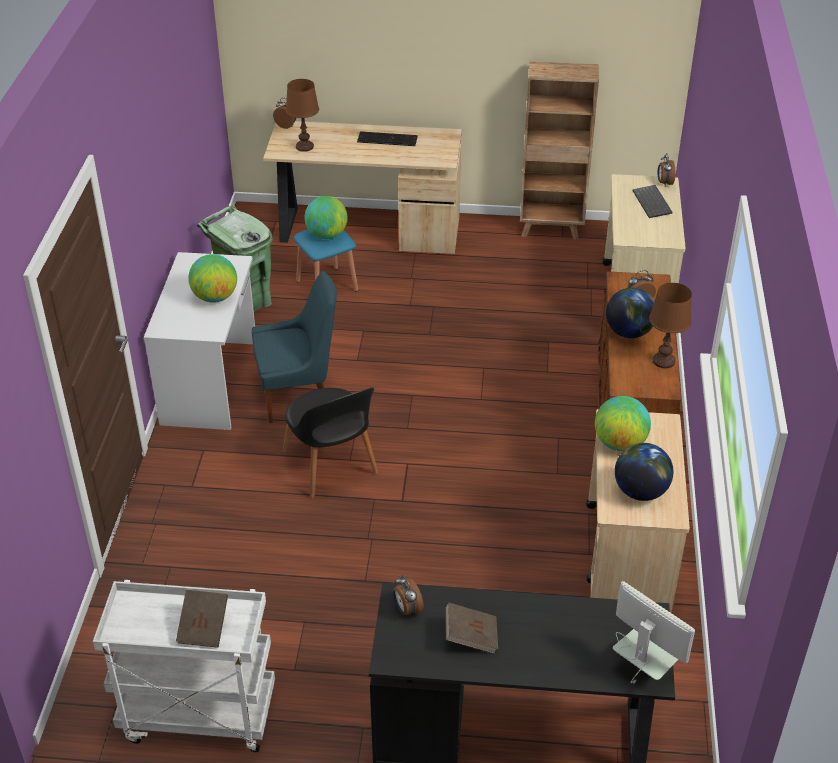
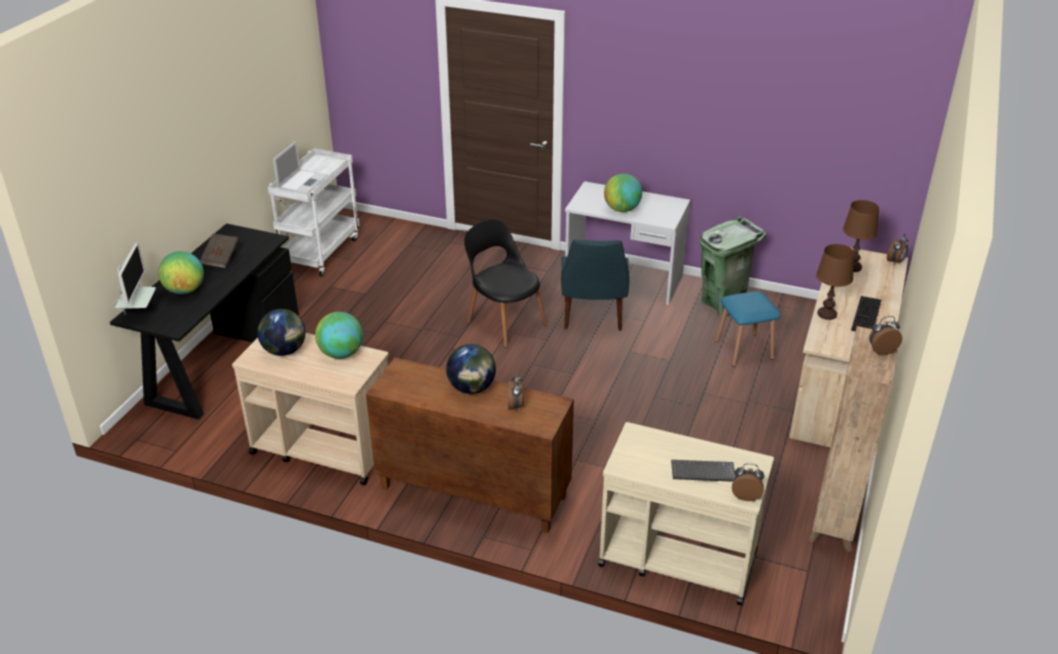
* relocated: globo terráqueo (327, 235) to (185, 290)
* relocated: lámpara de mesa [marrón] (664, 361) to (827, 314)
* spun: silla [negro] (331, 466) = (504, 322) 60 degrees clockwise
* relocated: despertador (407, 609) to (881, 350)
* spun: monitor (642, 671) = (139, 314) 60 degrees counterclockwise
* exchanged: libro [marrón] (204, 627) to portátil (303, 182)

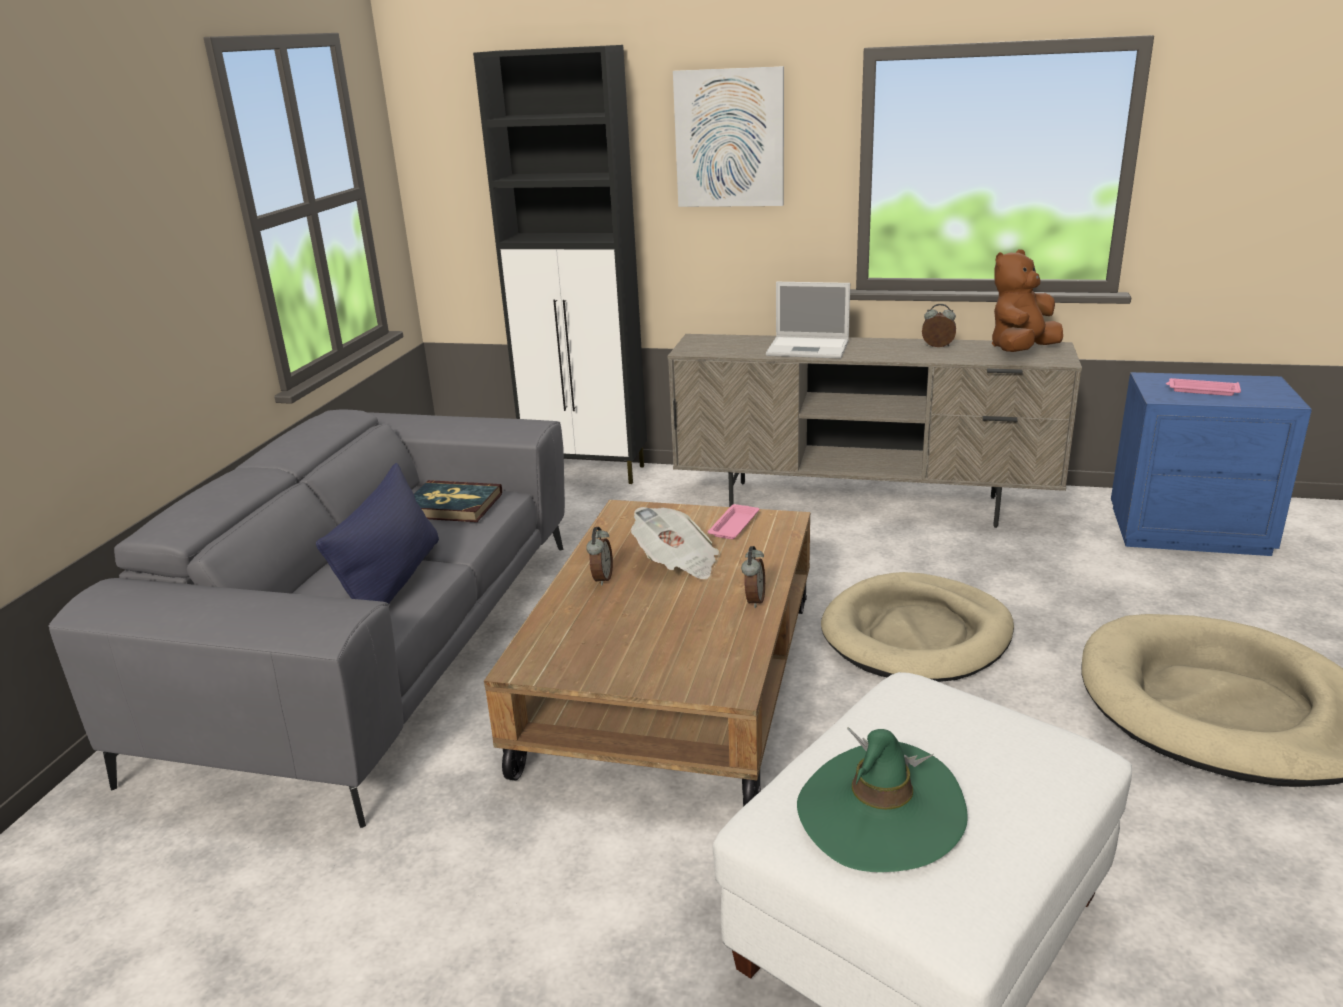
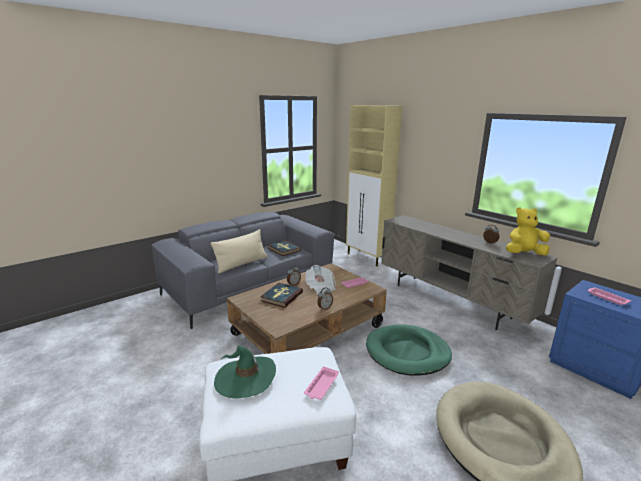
* colour: armario [negro] (588, 472) to armario [beis] (367, 258)
* missing: cuadro (729, 138)
* colour: peluche [marrón] (1021, 351) to peluche [amarillo] (524, 254)
* missing: portátil (809, 348)
* colour: cojín [azul] (393, 581) to cojín [beis] (241, 264)
* colour: cama para perro [beis] (916, 635) to cama para perro [verde] (407, 352)
* appeared: libro (281, 296)
* appeared: bandeja [rosa] (321, 386)

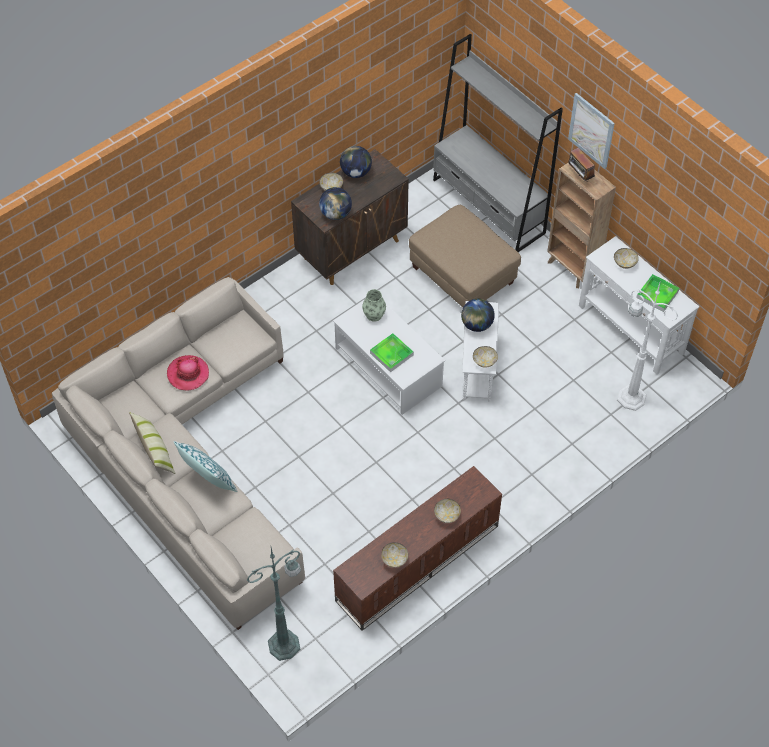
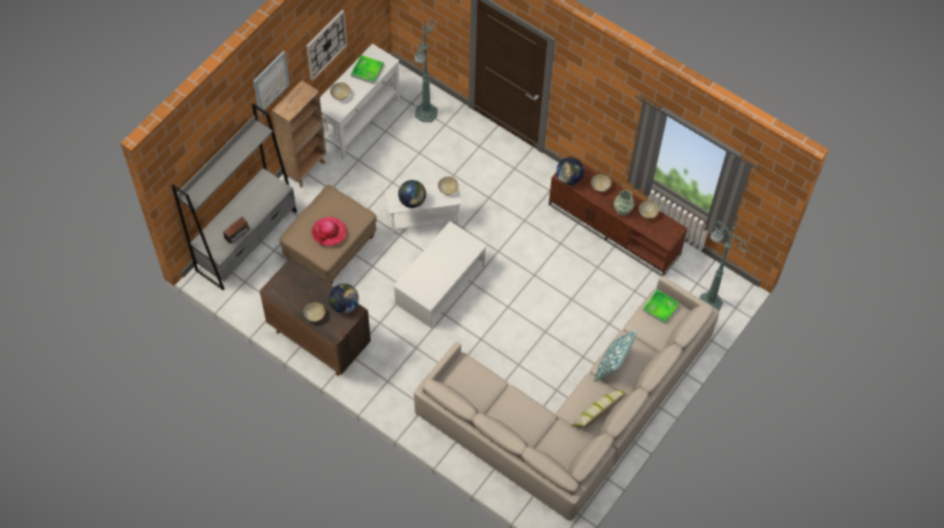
* relocated: globo terráqueo (356, 172) to (569, 178)
* relocated: radio (579, 176) to (238, 237)
* colour: lámpara de pie [blanco] (630, 397) to lámpara de pie [verde] (425, 114)
* relocated: florero (374, 315) to (622, 209)
* relocated: bandeja (391, 354) to (660, 307)
* relocated: sombrero (188, 374) to (329, 232)
* appeared: reloj de pared (326, 44)

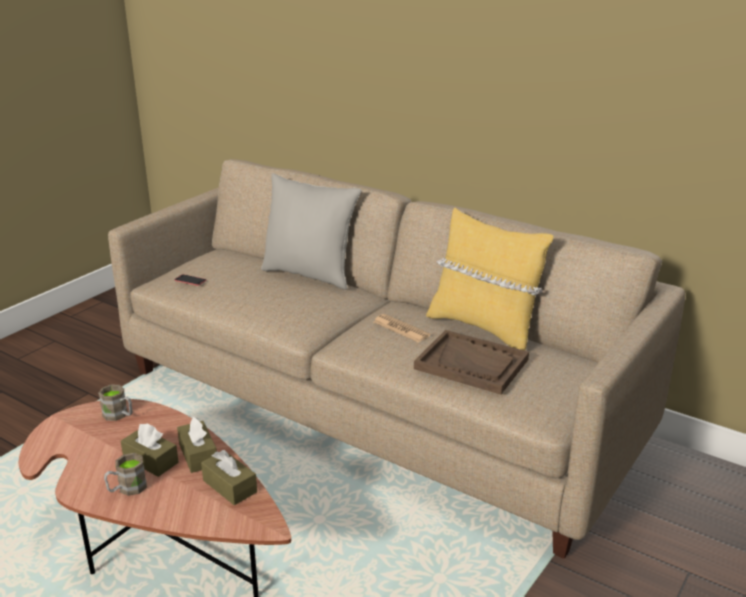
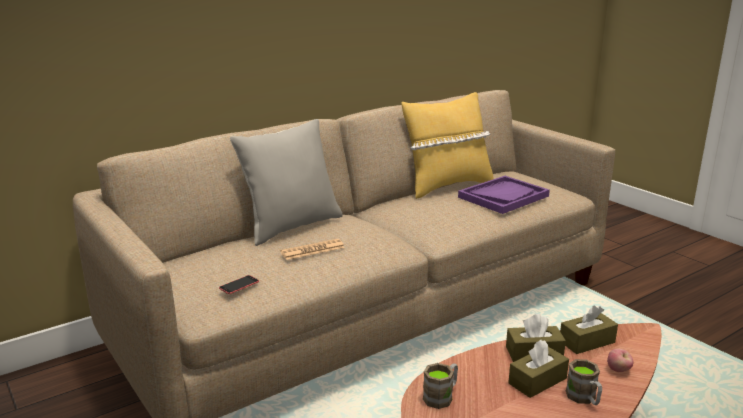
* relocated: periódico (401, 329) to (312, 250)
* colour: bandeja [marrón] (472, 364) to bandeja [morado] (503, 196)
* appeared: manzana (618, 370)

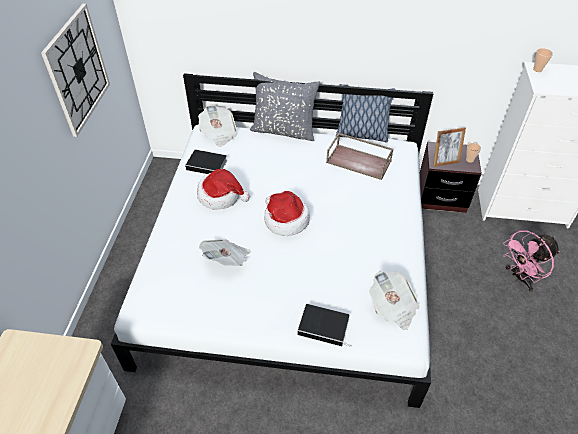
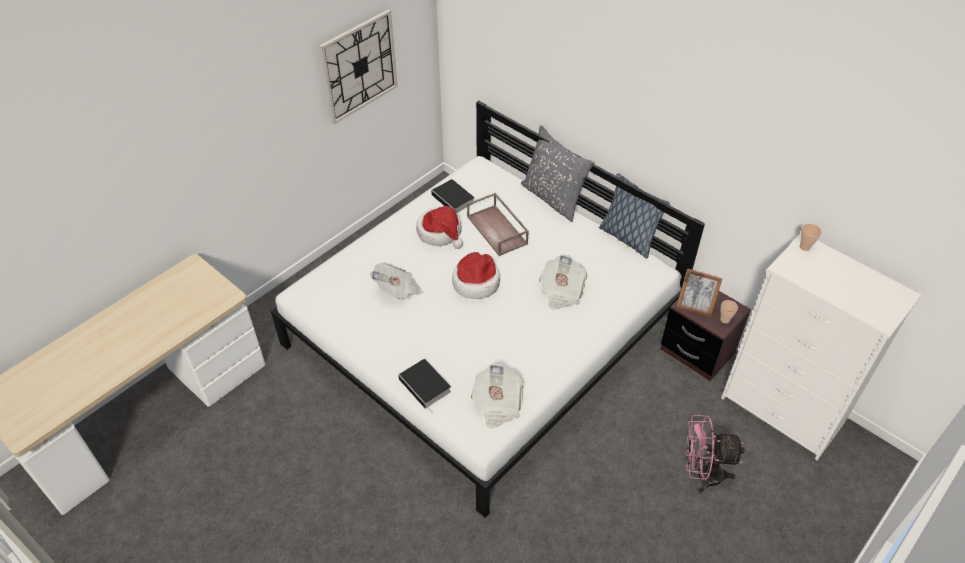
* relocated: periódico (218, 134) to (561, 292)
* relocated: bandeja [marrón] (359, 161) to (498, 230)

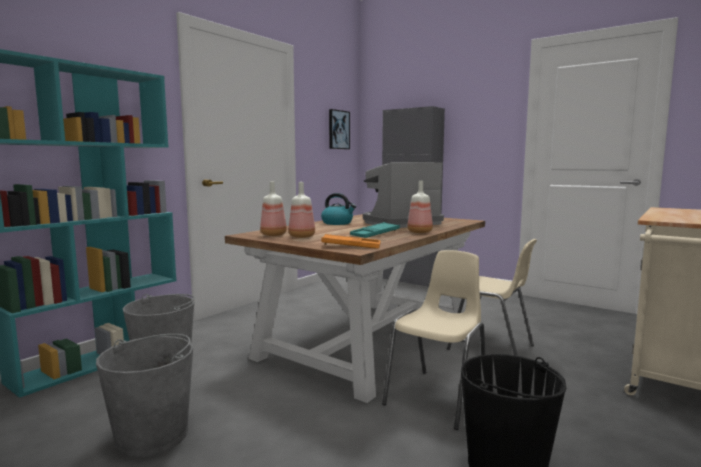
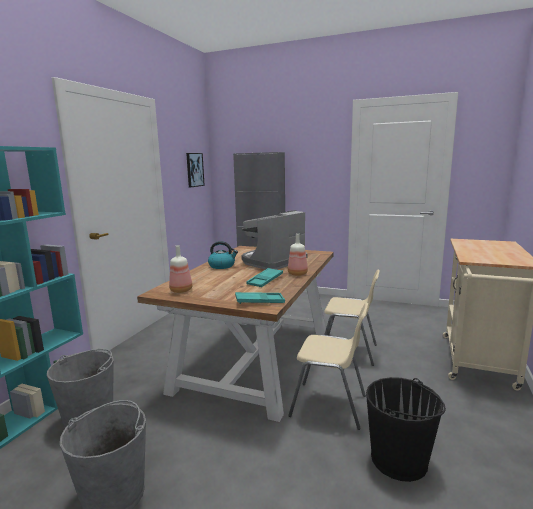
* missing: botella (301, 236)
* colour: bandeja [naranja] (351, 246) to bandeja [turquesa] (259, 301)
* spun: silla [beis] (438, 397) = (329, 406) 90 degrees clockwise

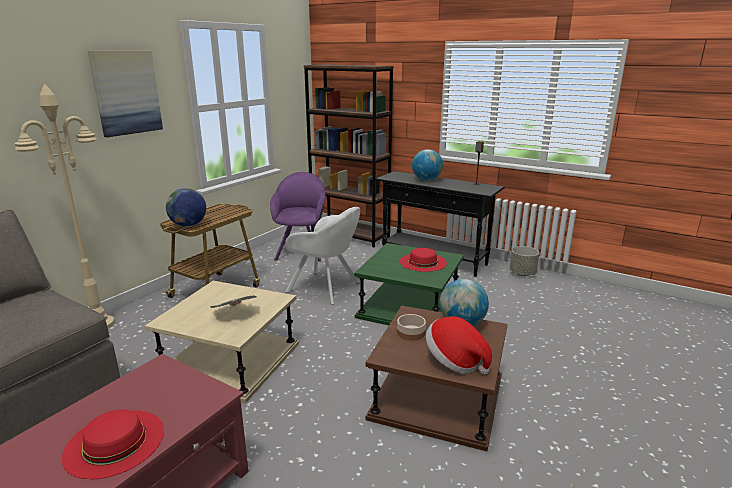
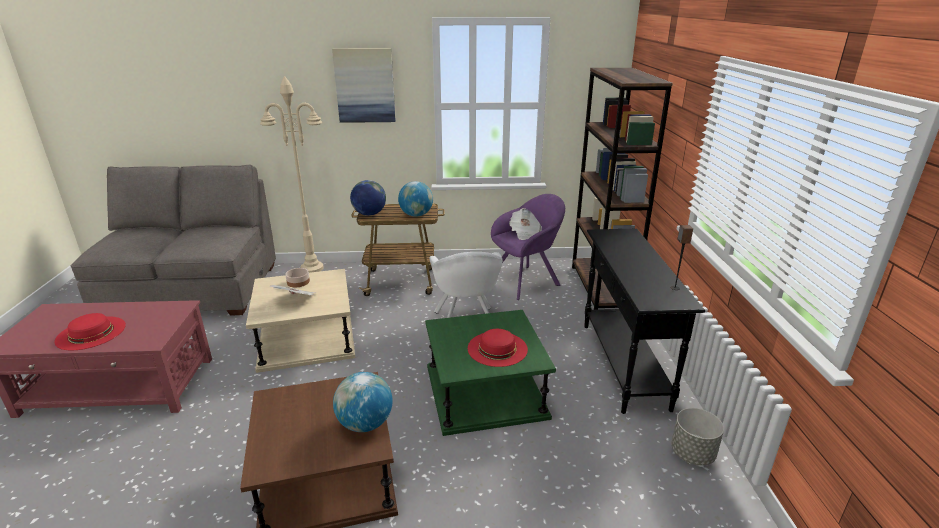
* relocated: globo terráqueo (426, 180) to (416, 215)
* relocated: cuenco (411, 332) to (298, 282)
* missing: sombrero (455, 361)
* appeared: periódico (525, 233)

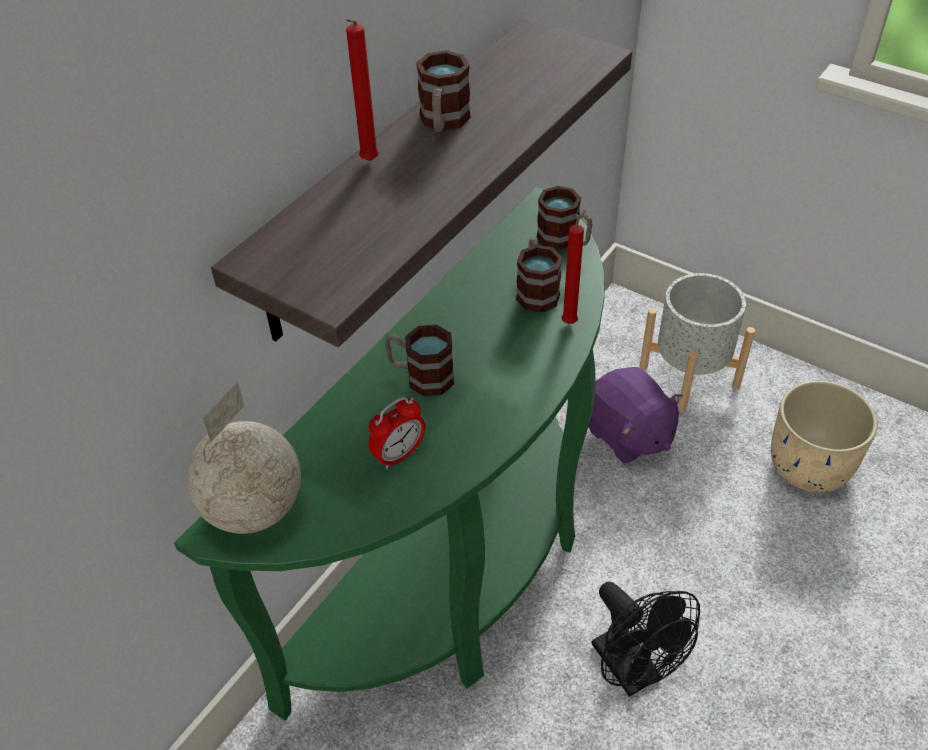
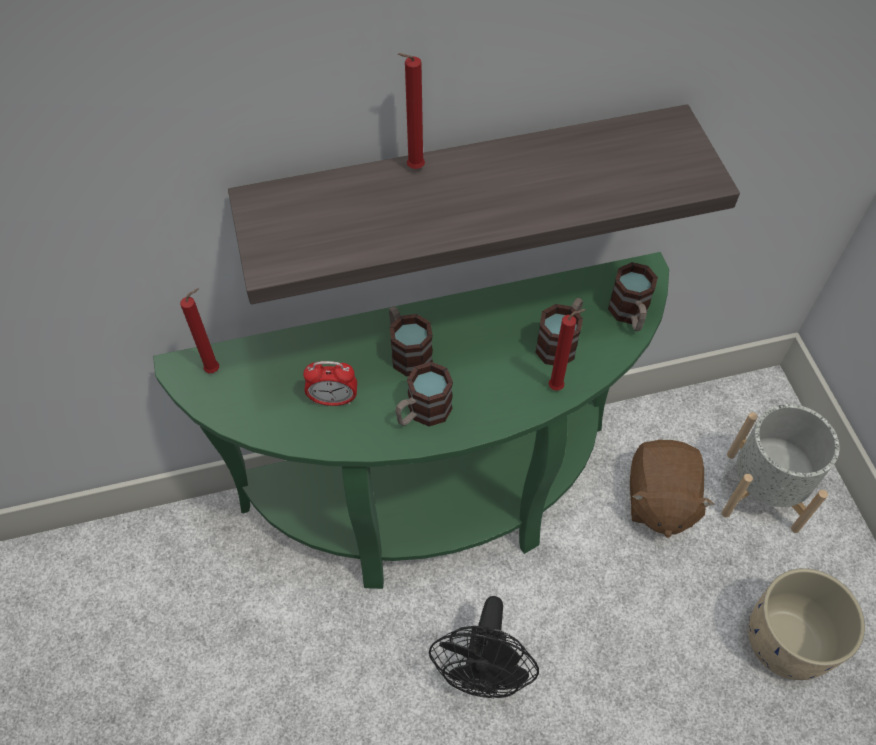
* relocated: taza grande (443, 122) to (422, 413)
* colour: peluche [morado] (627, 434) to peluche [marrón] (659, 500)
* exchanged: globo terráqueo (255, 509) to vela [rojo] (215, 369)

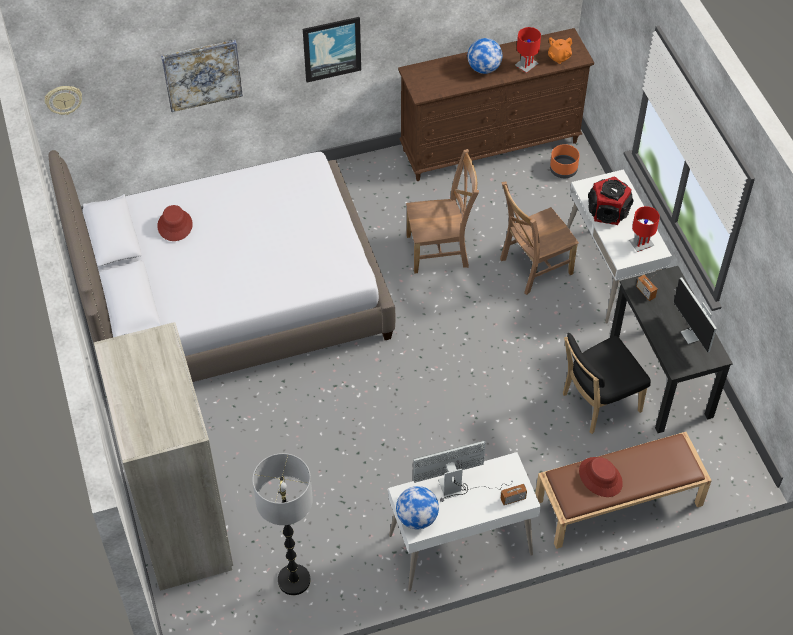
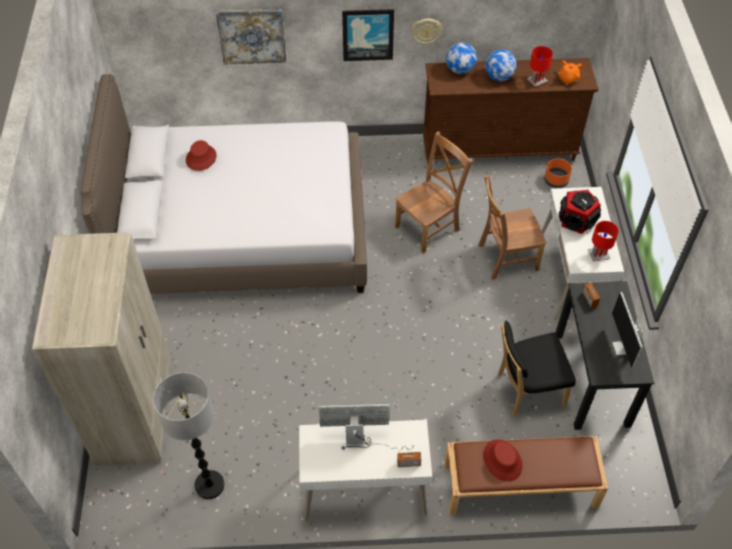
* relocated: reloj de pared (63, 99) to (426, 31)
* spun: silla [marrón] (440, 251) = (429, 227) 45 degrees counterclockwise
* relocated: globo terráqueo (417, 518) to (460, 70)

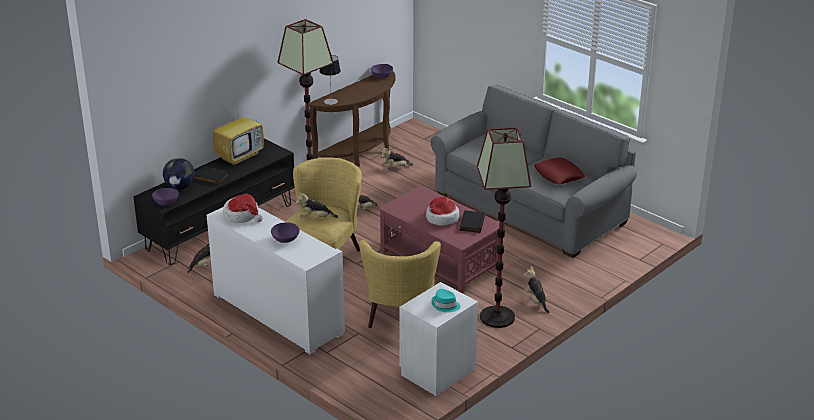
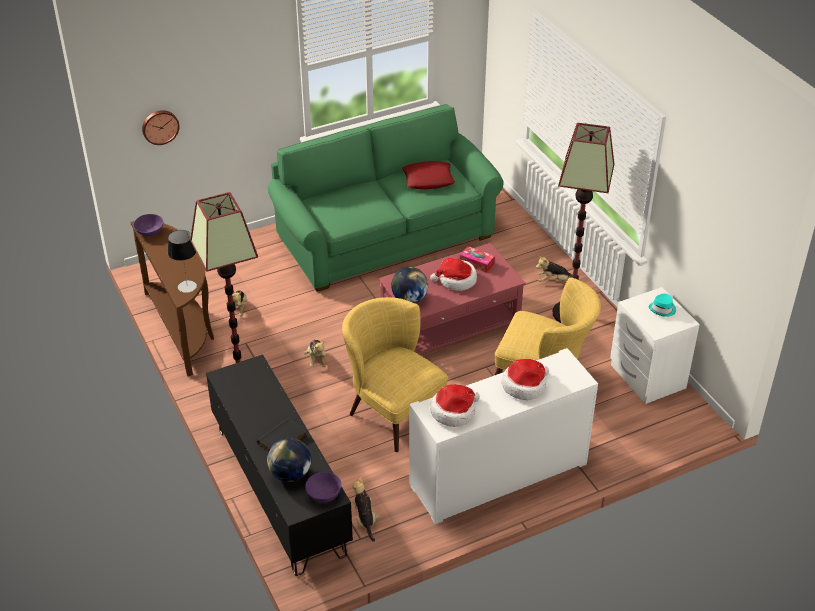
* colour: sofá [gris] (530, 209) to sofá [verde] (385, 237)
* missing: televisor (240, 156)
* missing: peluche (316, 218)
* exchanged: libro [negro] (471, 223) to caja de pañuelos (476, 263)
* exchanged: cuenco [morado] (285, 239) to sombrero (524, 385)
* appeared: reloj de pared (160, 126)
* appeared: globo terráqueo (409, 299)

